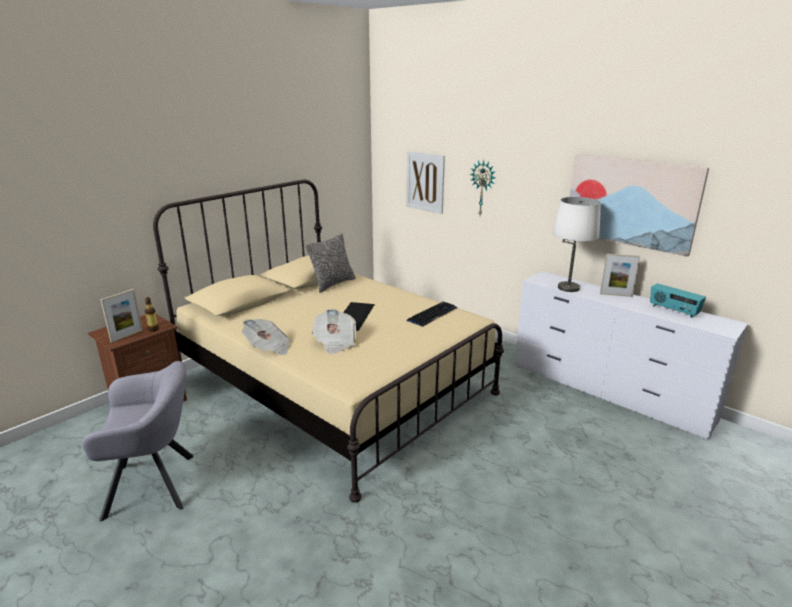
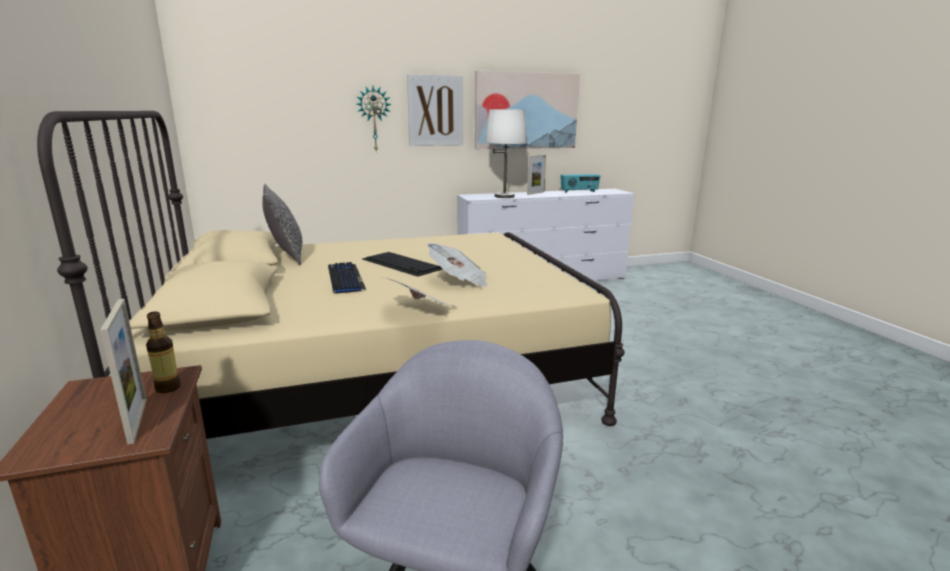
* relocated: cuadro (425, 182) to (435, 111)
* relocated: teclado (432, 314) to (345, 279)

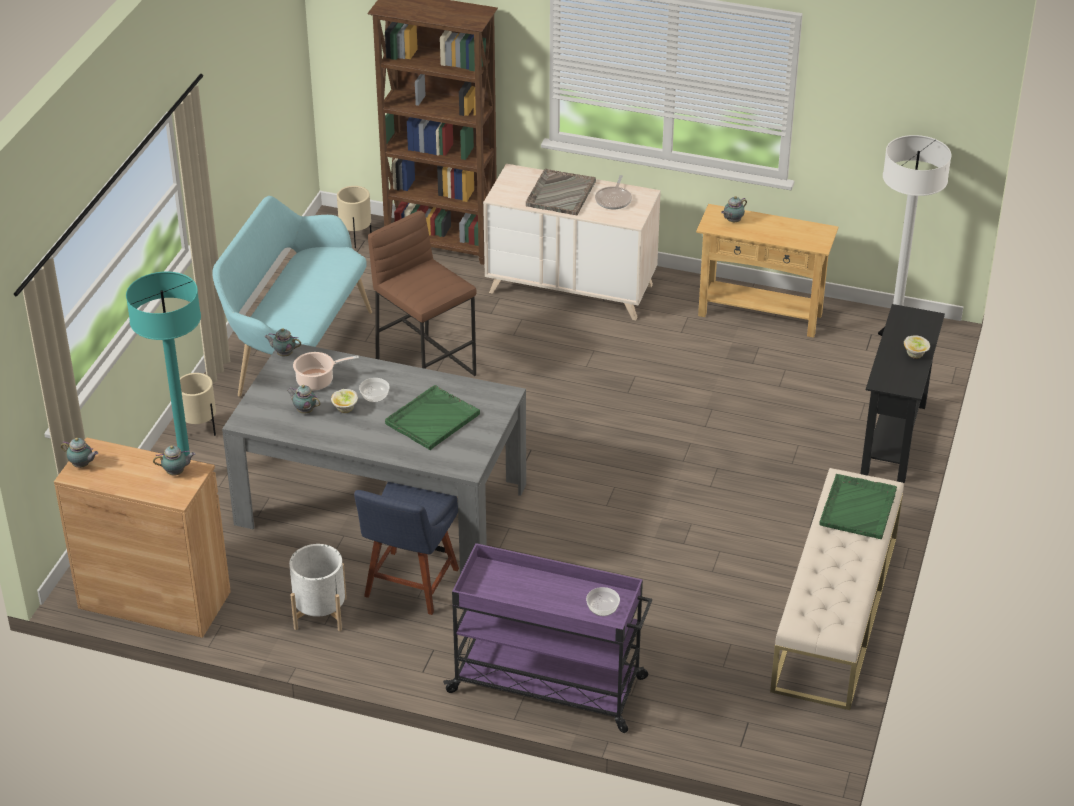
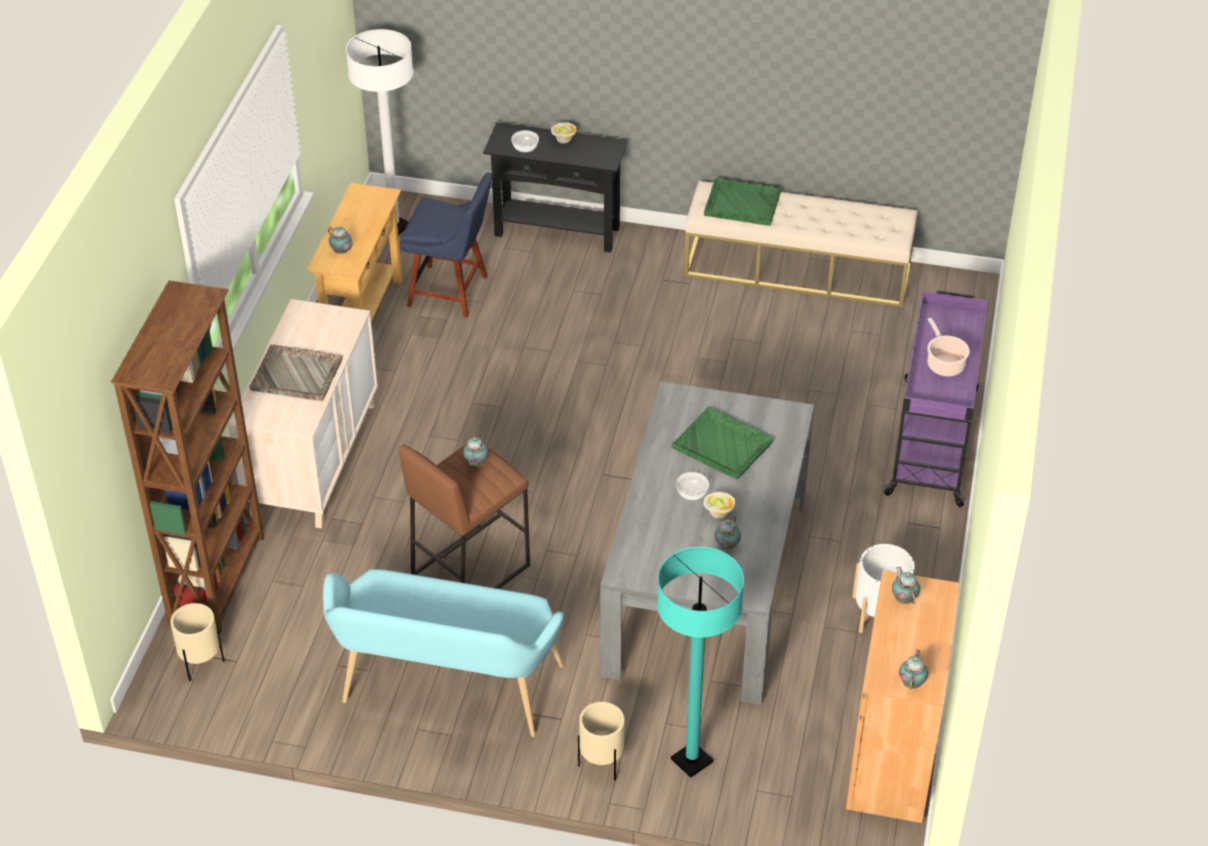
* missing: sartén (614, 199)
* relocated: tetera (283, 354) to (476, 464)
* relocated: olla (318, 381) to (944, 364)
* relocated: silla [azul] (409, 586) to (452, 292)
* relocated: cuenco (603, 608) to (525, 147)

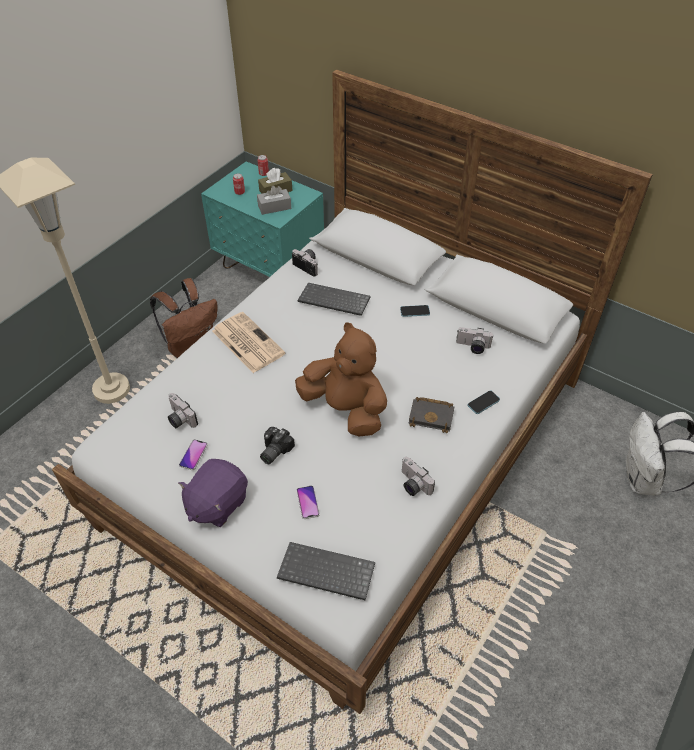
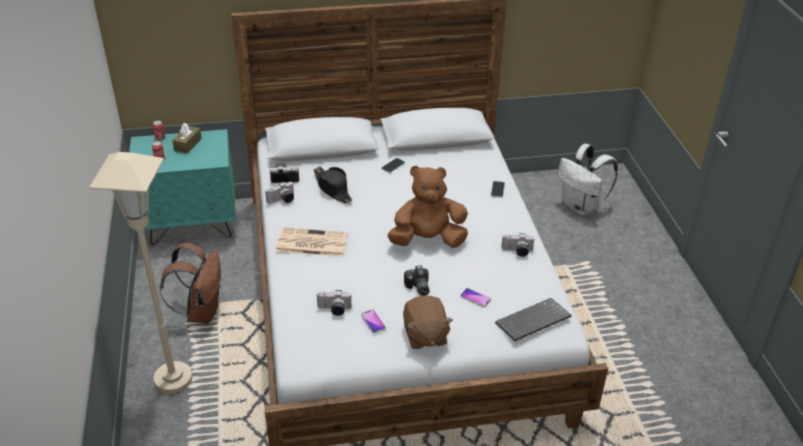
* missing: caja de pañuelos [gris] (274, 207)
* exchanged: teclado (332, 301) to sombrero [negro] (333, 188)
* relocated: cámara (472, 347) to (282, 200)
* missing: libro [negro] (432, 416)
* colour: peluche [morado] (217, 503) to peluche [marrón] (425, 335)

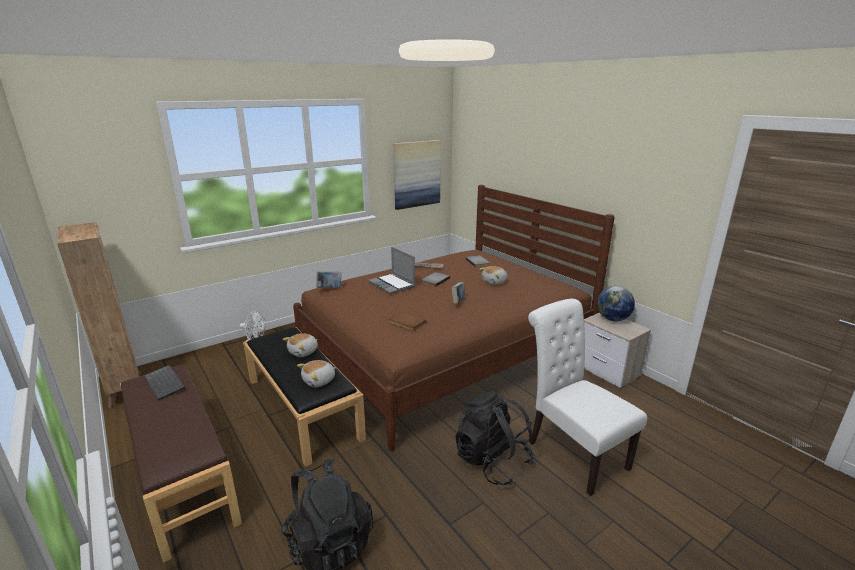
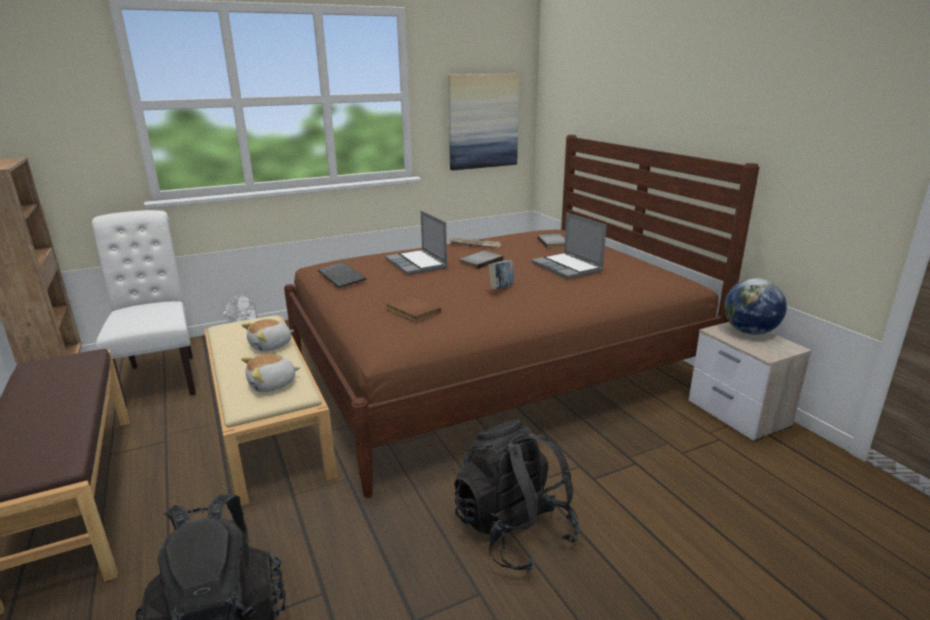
* exchanged: peluche (495, 282) to portátil (568, 267)
* missing: libro (329, 288)
* relocated: silla [blanco] (572, 452) to (161, 377)
* colour: banco [negro] (303, 408) to banco [beis] (269, 426)
* relocated: teclado (166, 383) to (343, 276)

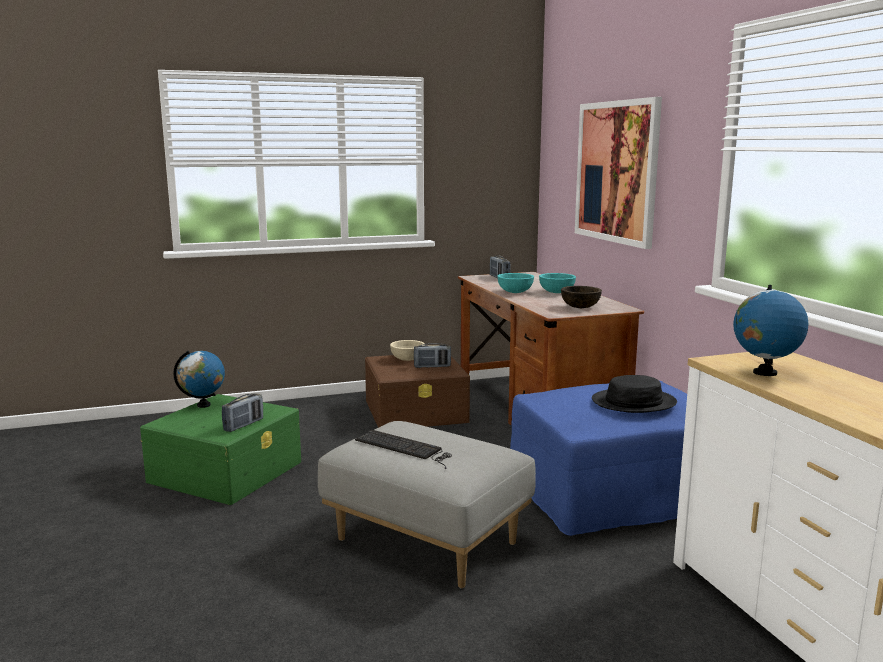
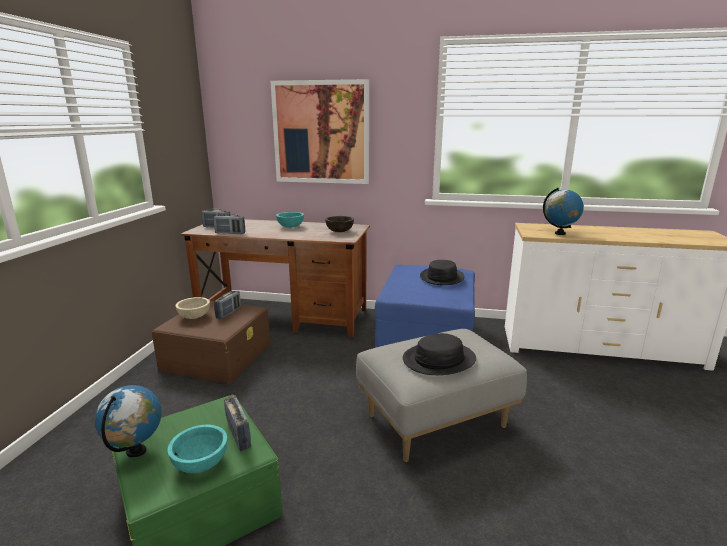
* relocated: cuenco [turquesa] (515, 292) to (200, 463)
* exchanged: teclado (405, 448) to sombrero [negro] (439, 360)
* appeared: radio (230, 233)

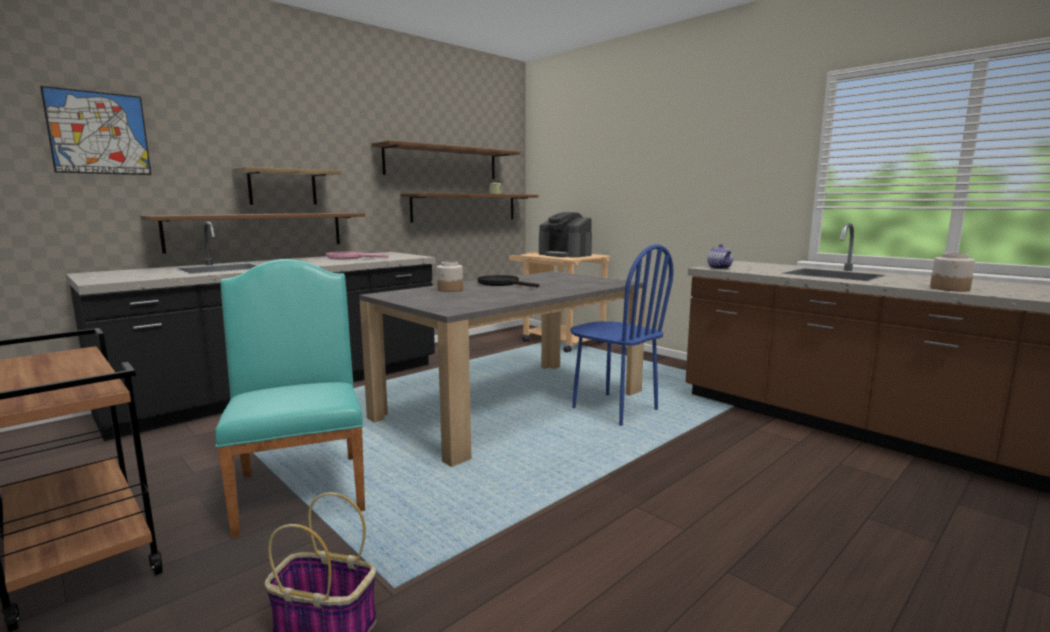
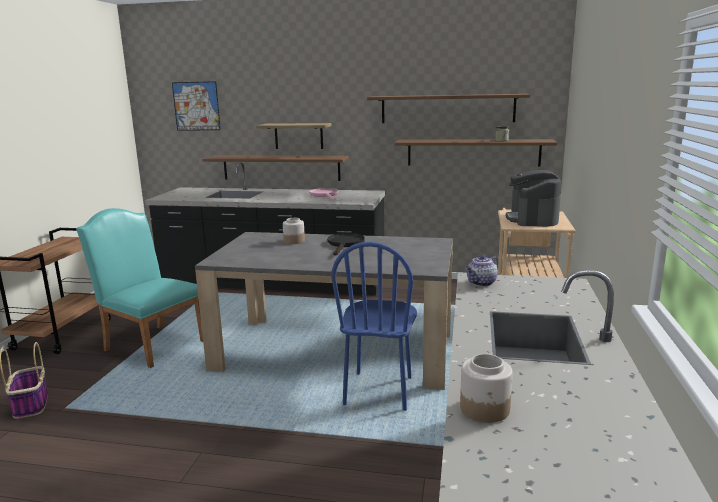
* spun: silla [turquesa] (302, 486) = (151, 344) 90 degrees counterclockwise

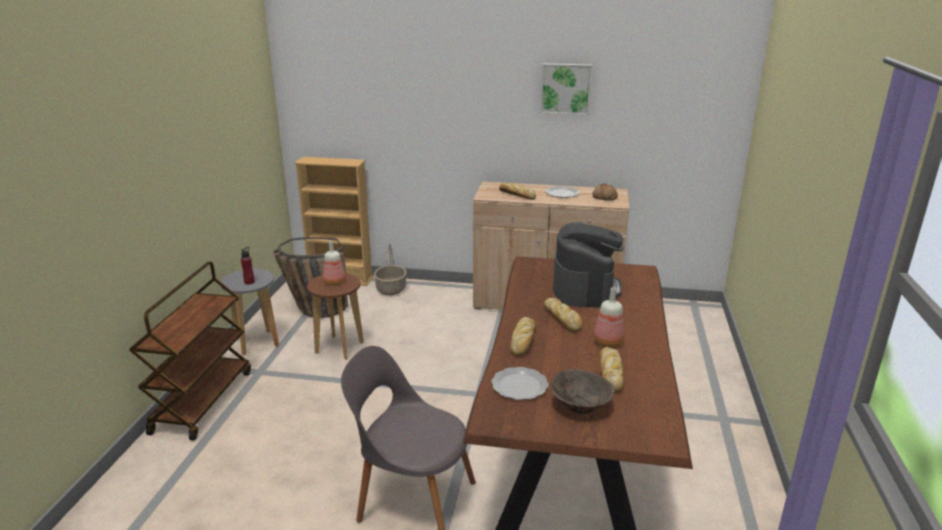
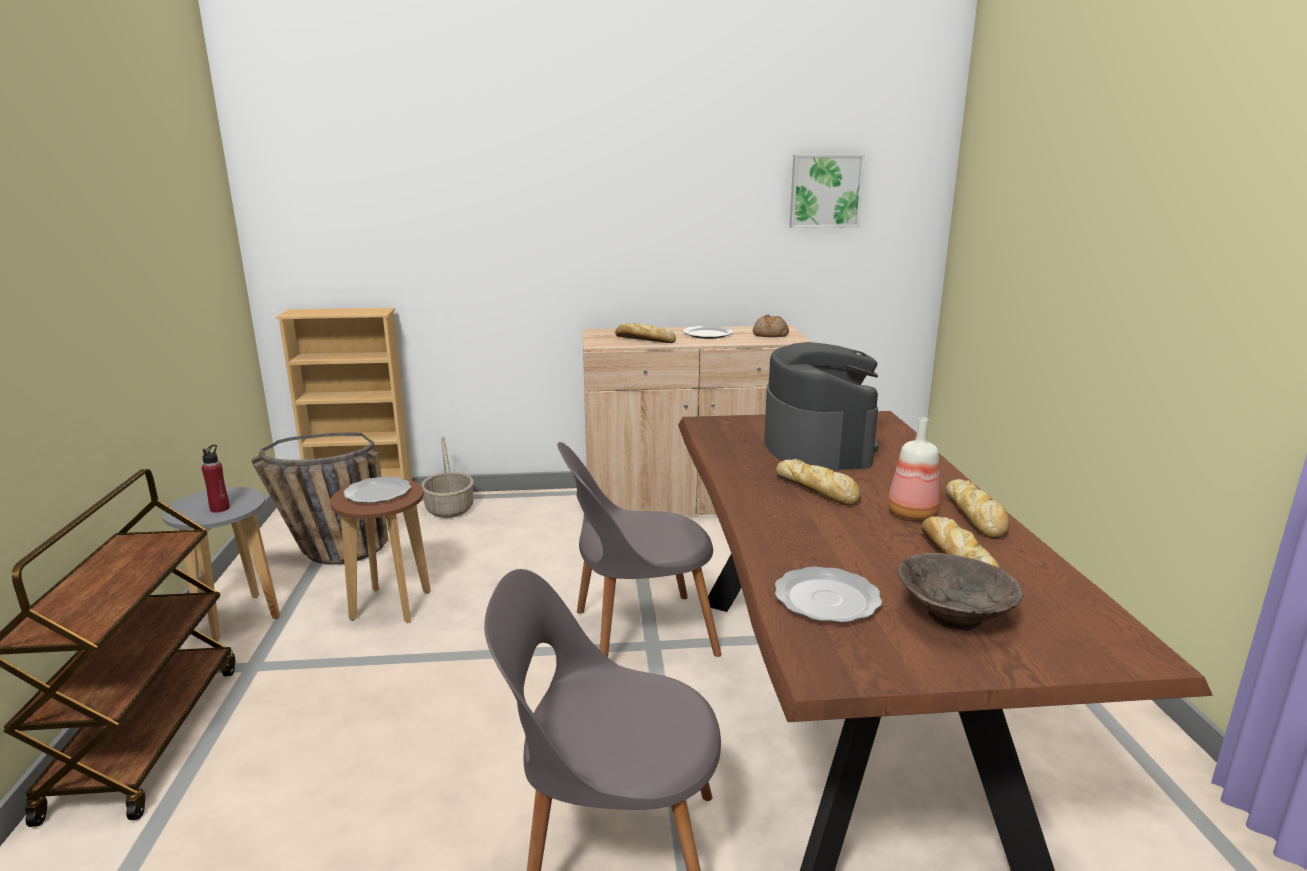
* relocated: cuadro (565, 88) to (825, 191)
* exchanged: botella (333, 282) to plato (377, 493)
* relocated: pan (523, 341) to (975, 516)
* appeared: silla [gris] (638, 634)

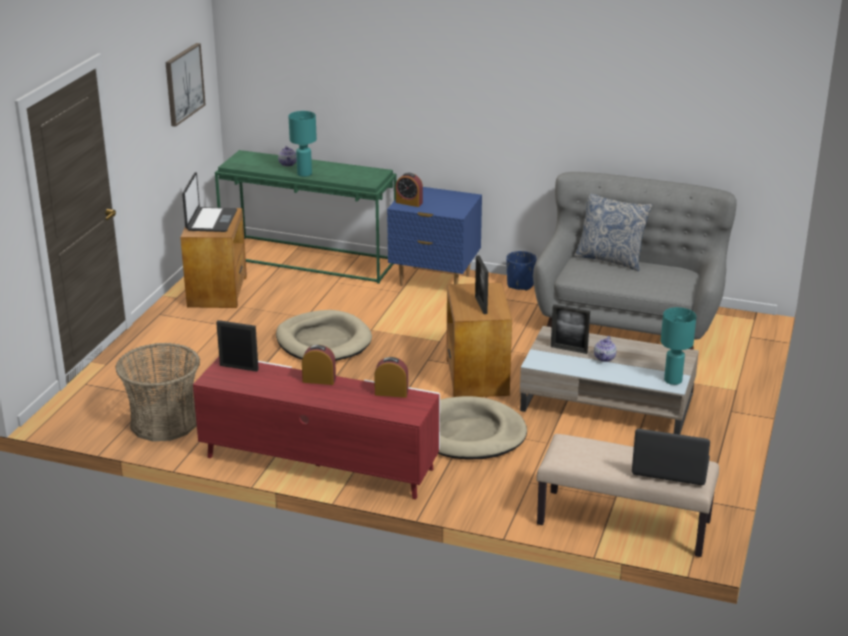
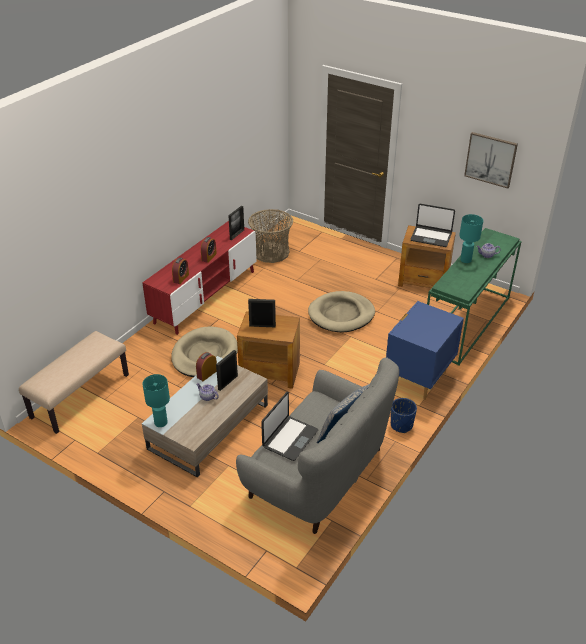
* relocated: despertador (409, 202) to (207, 374)
* relocated: portátil (670, 468) to (289, 438)

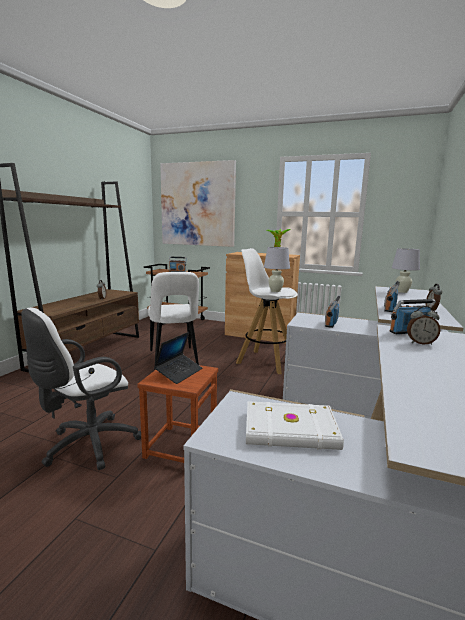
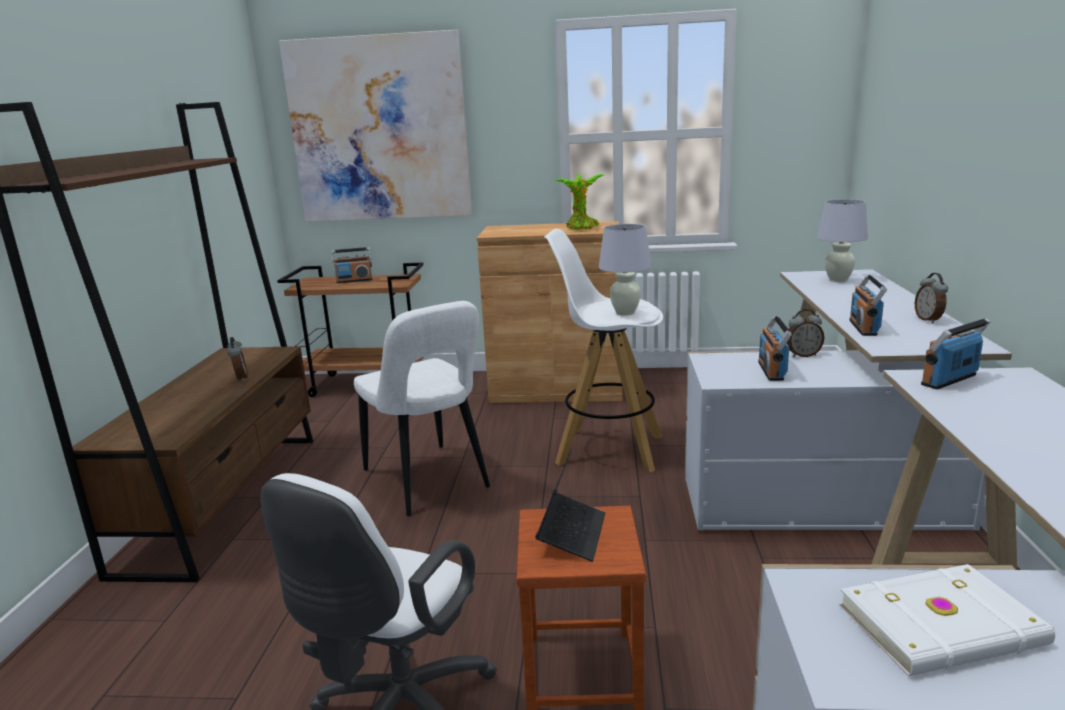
* relocated: despertador (420, 343) to (802, 355)

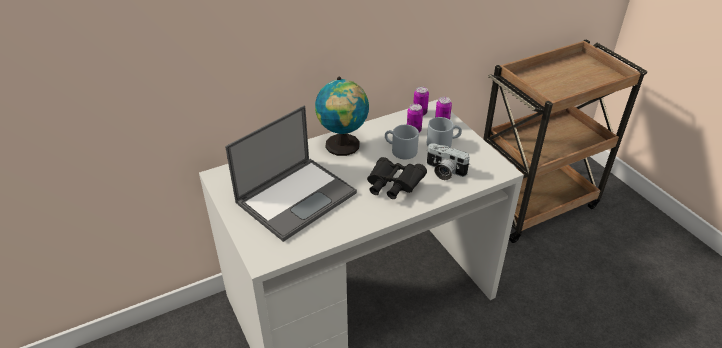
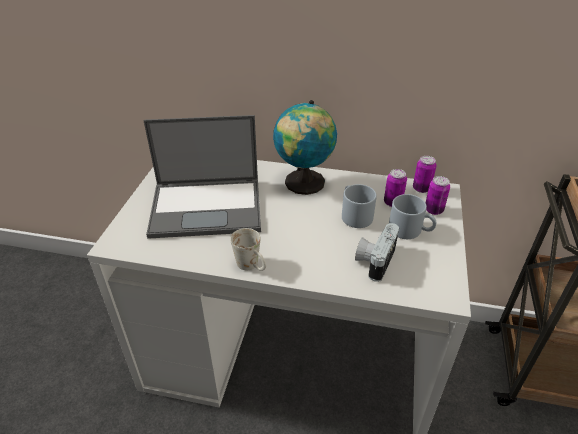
* spun: cámara (444, 171) = (374, 260) 45 degrees clockwise
* missing: prismáticos [negro] (392, 186)
* appeared: taza grande [blanco] (252, 266)

